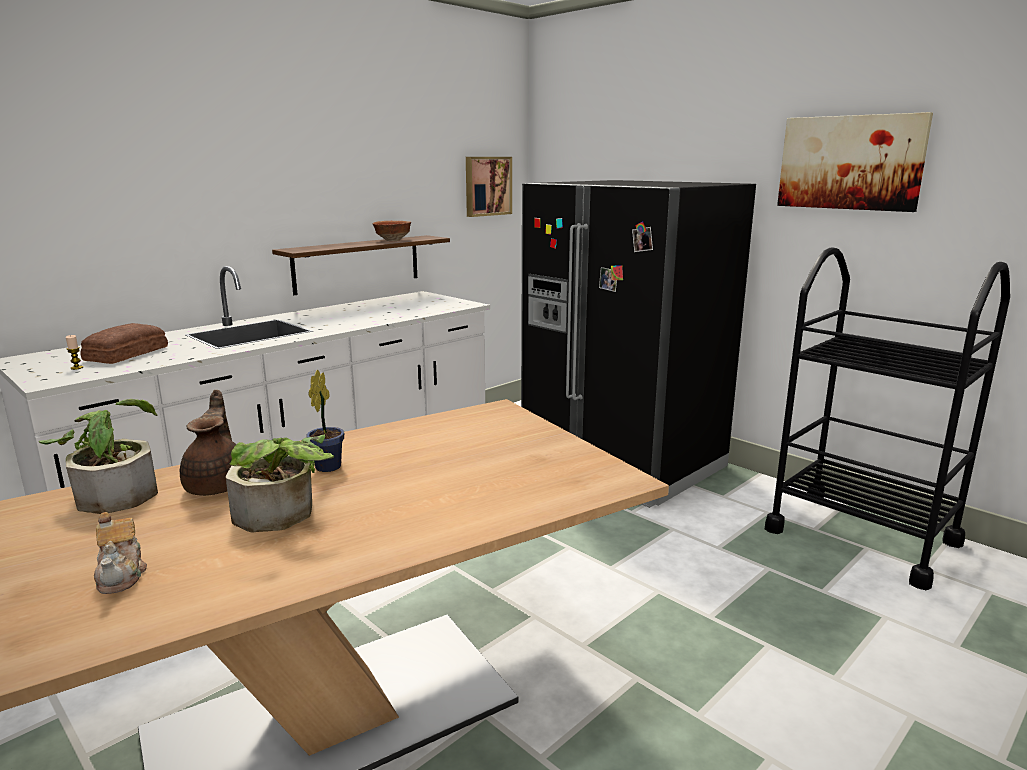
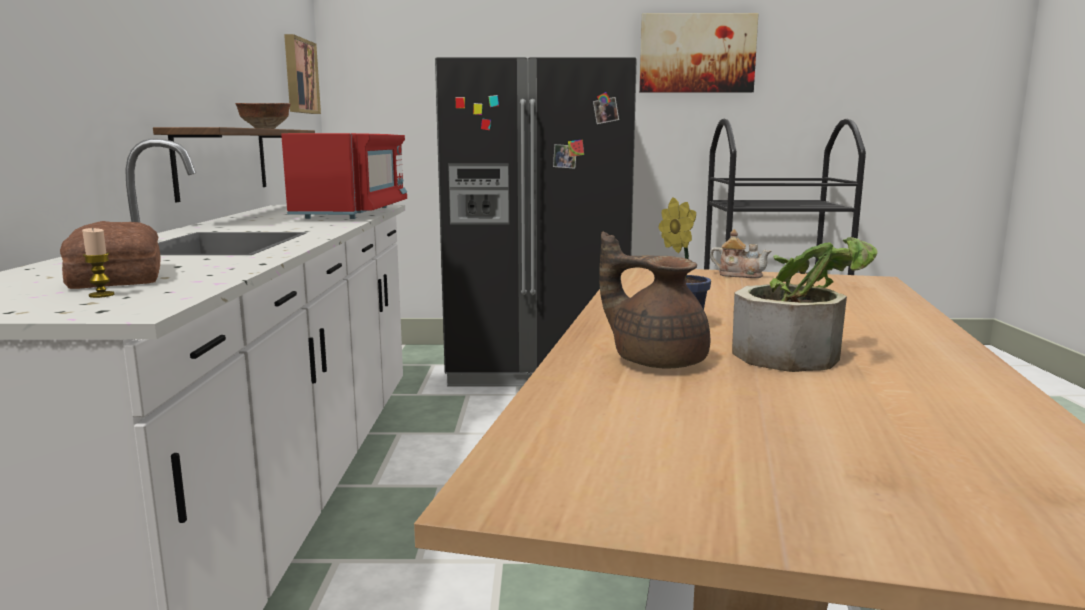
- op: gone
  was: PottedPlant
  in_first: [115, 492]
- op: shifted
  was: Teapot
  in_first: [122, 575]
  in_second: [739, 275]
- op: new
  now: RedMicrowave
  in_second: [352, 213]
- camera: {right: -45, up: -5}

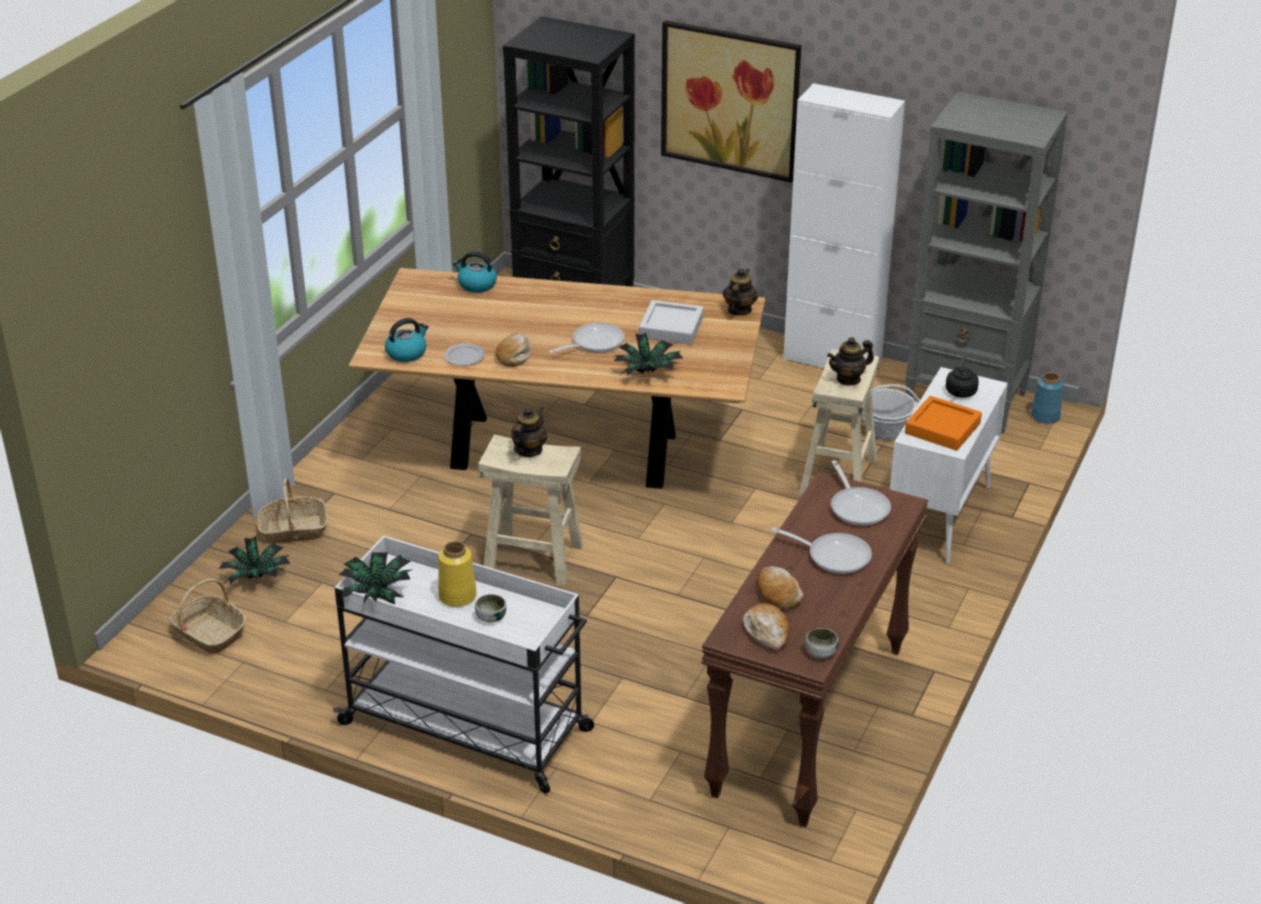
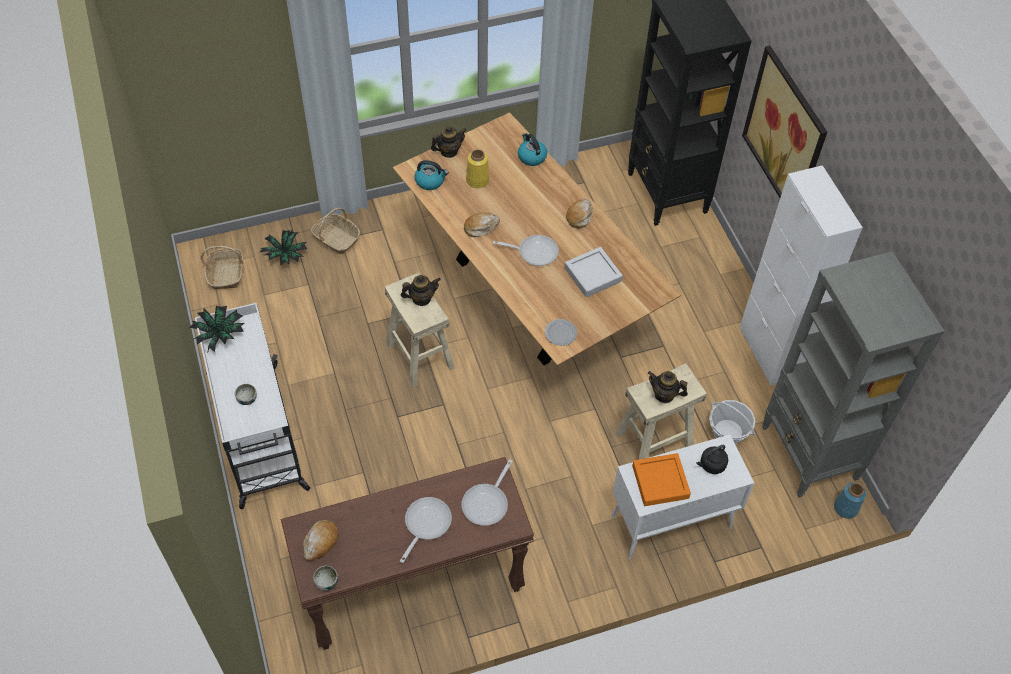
- op: shifted
  was: Teapot
  in_first: [739, 310]
  in_second: [449, 151]
- op: gone
  was: PottedPlant
  in_first: [648, 372]
- op: shifted
  was: Plate
  in_first: [465, 357]
  in_second: [561, 333]
- op: rotated
  was: FryingPan
  in_first: [833, 556]
  in_second: [425, 524]
  clockwise: -135
- op: shifted
  was: YellowVase
  in_first: [458, 596]
  in_second: [478, 180]
- op: shifted
  was: Bread
  in_first: [778, 593]
  in_second: [579, 216]
- camera: {right: 45, up: 20}

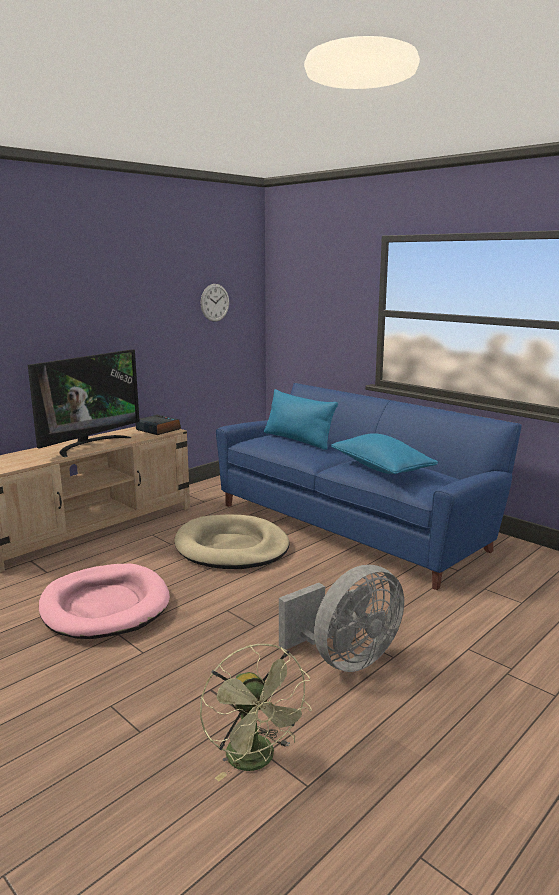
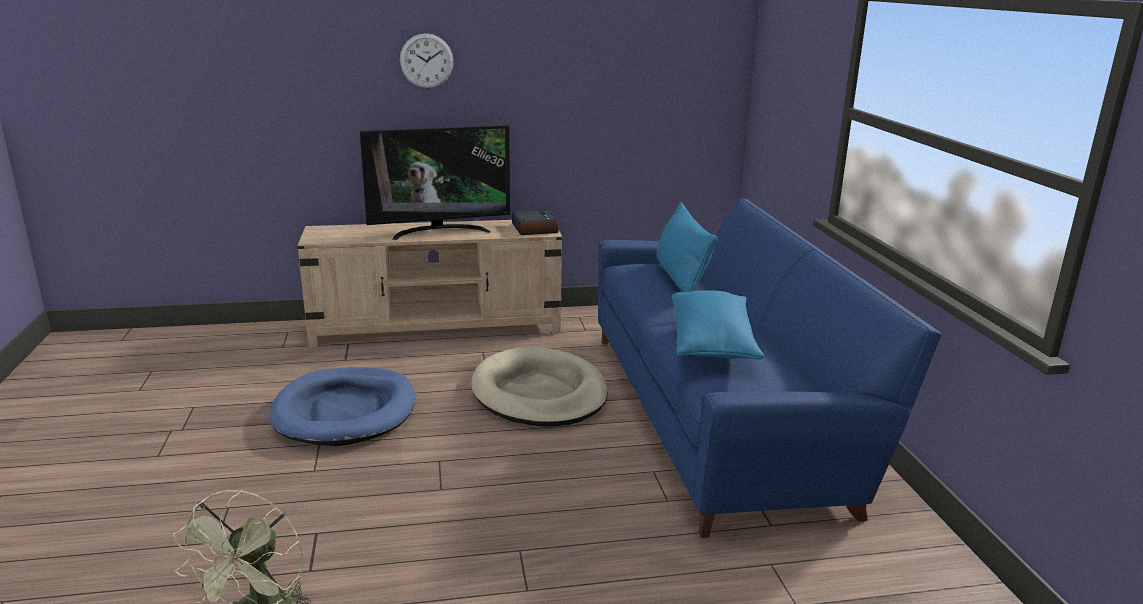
- op: shifted
  was: WallClock
  in_first: [215, 302]
  in_second: [426, 61]
- op: repainted
  was: PinkDogBed
  now: BlueDogBed
  in_first: [105, 606]
  in_second: [345, 411]
- op: gone
  was: GreyFan
  in_first: [346, 659]
- camera: {right: 35, up: 5}

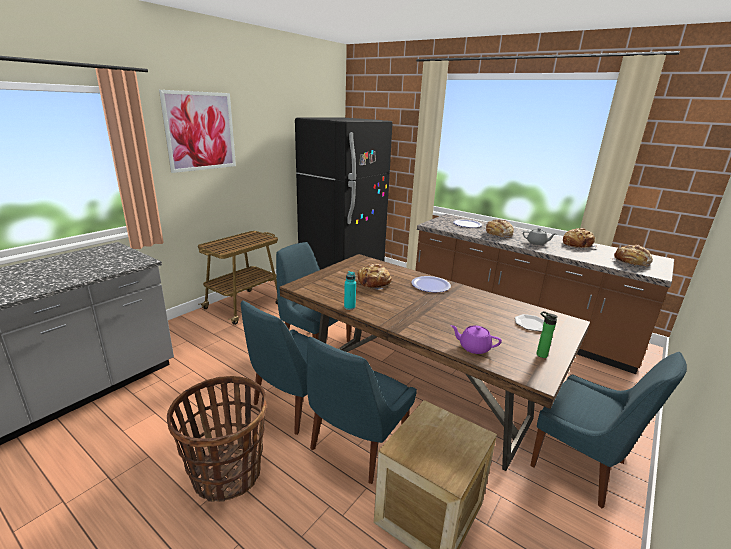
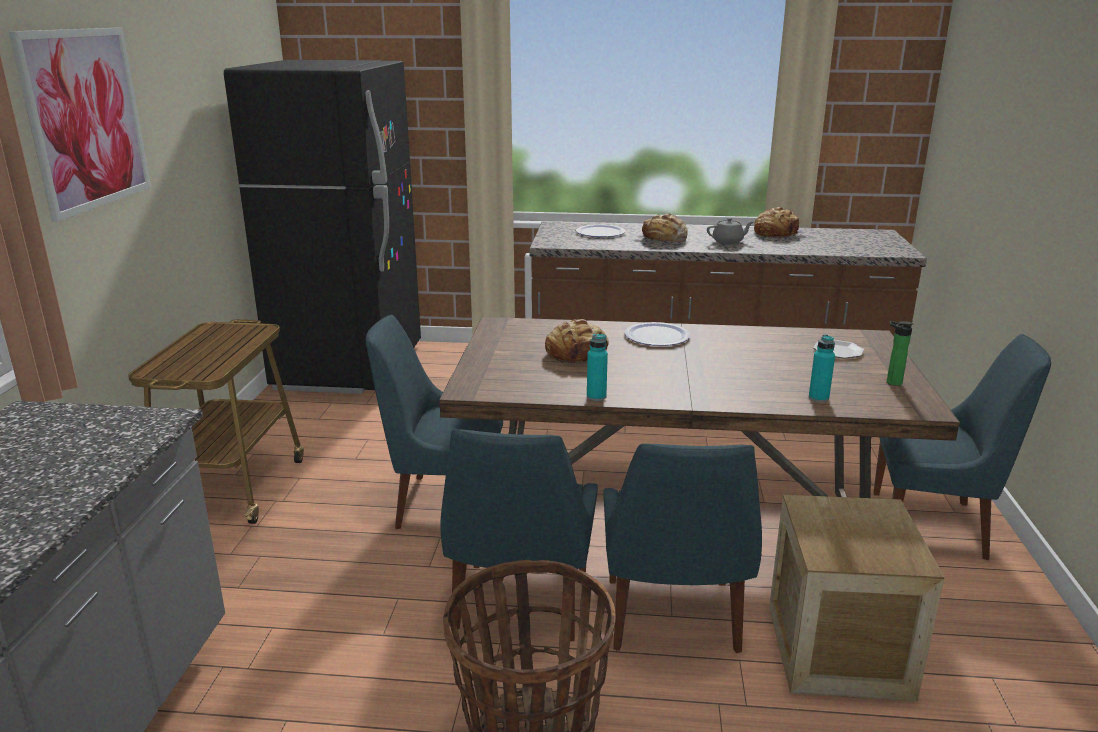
- op: gone
  was: Bread
  in_first: [631, 262]
- op: swapped
  was: PurpleTeapot
  now: TurquoiseBottle
  in_first: [473, 347]
  in_second: [818, 398]
- camera: {right: -30, up: 0}

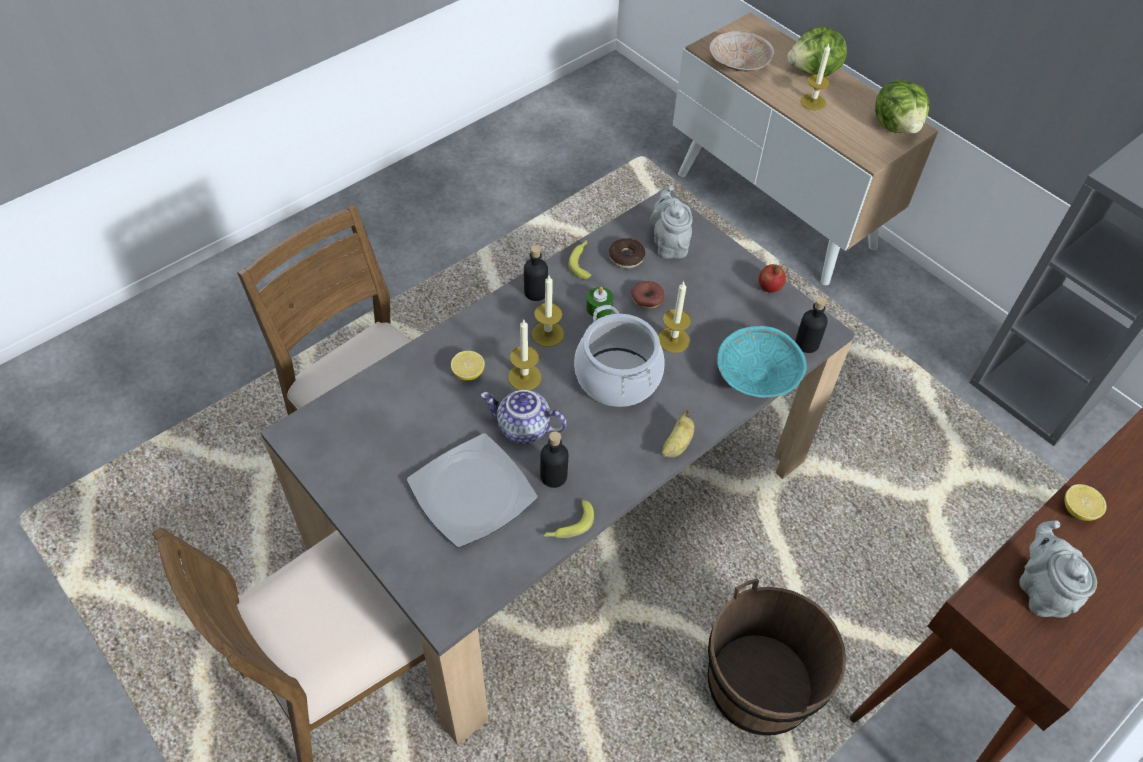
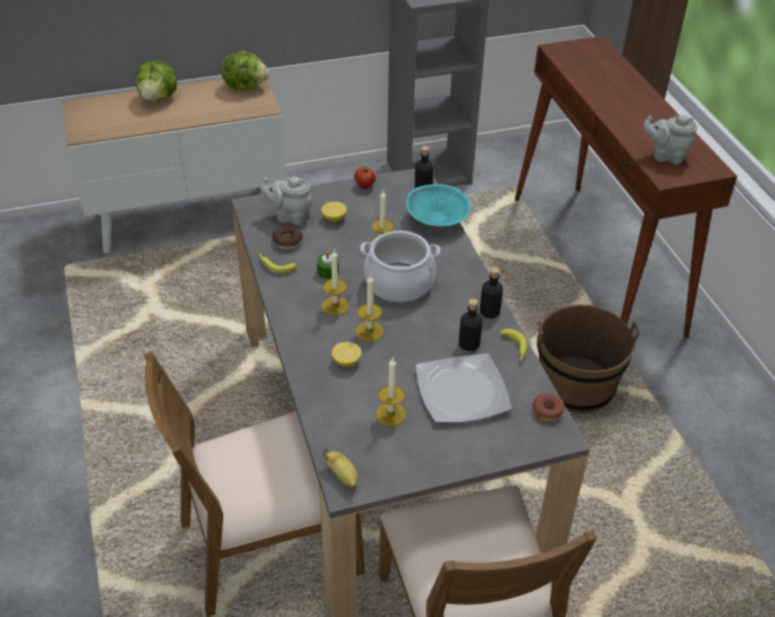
- op: gone
  was: BeigeBowl
  in_first: [738, 65]
- op: shifted
  was: Candle
  in_first: [813, 102]
  in_second: [391, 414]
- op: shifted
  was: BlackBottle
  in_first: [535, 292]
  in_second: [489, 311]
- op: shifted
  was: Donut
  in_first: [647, 298]
  in_second: [547, 411]
- op: gone
  was: Teapot
  in_first: [522, 429]
- op: shifted
  was: Banana
  in_first: [677, 445]
  in_second: [343, 476]
- op: shifted
  was: Lemon
  in_first: [1078, 510]
  in_second: [334, 218]
- camera: {right: -65, up: -10}

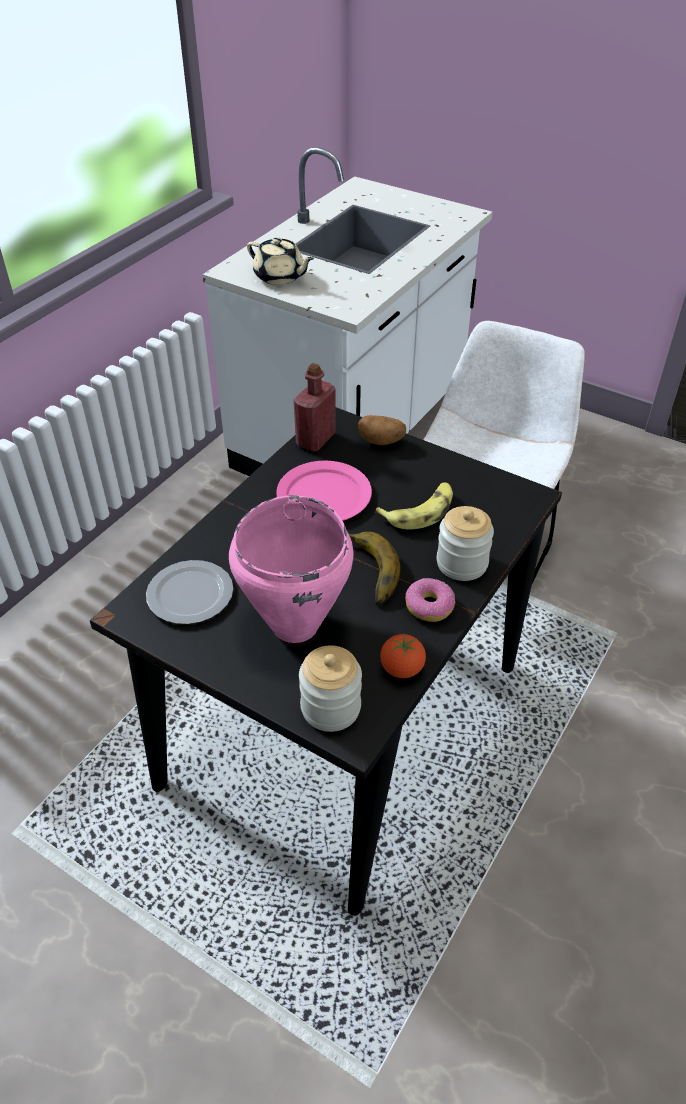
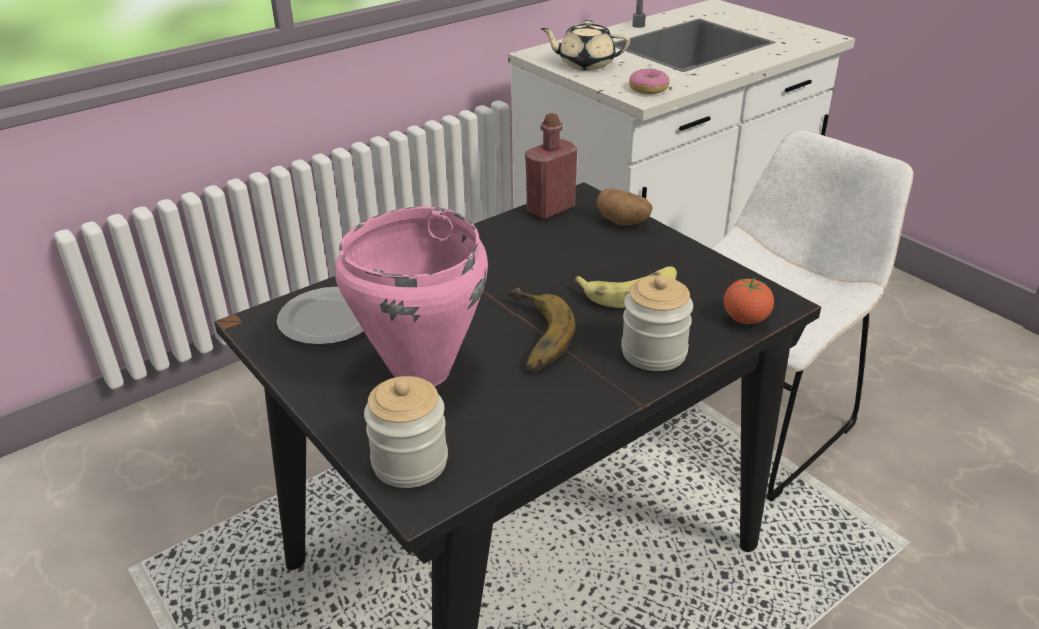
- op: rotated
  was: BeigeTeapot
  in_first: [280, 277]
  in_second: [585, 64]
  clockwise: 135
- op: gone
  was: PinkPlate
  in_first: [323, 495]
- op: shifted
  was: Donut
  in_first: [429, 606]
  in_second: [648, 89]
- op: shifted
  was: Tomato
  in_first: [402, 669]
  in_second: [745, 319]
- camera: {right: 20, up: -10}

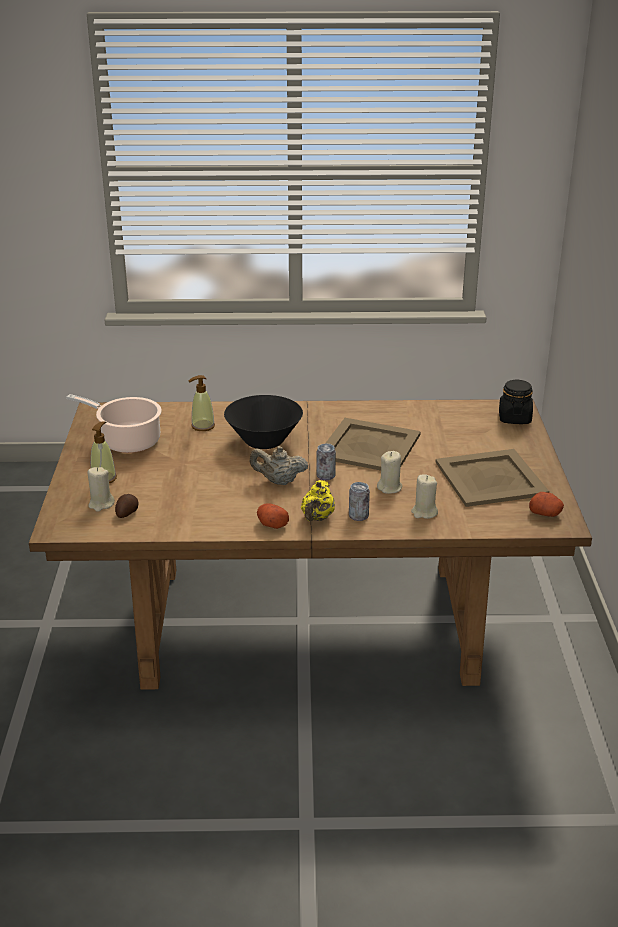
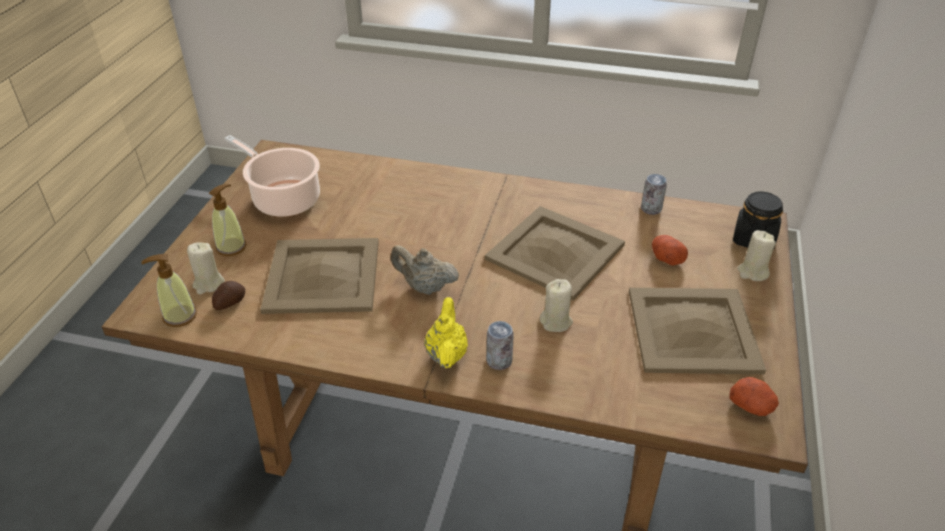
- op: shifted
  was: SoapDispenser
  in_first: [202, 426]
  in_second: [179, 316]
- op: gone
  was: BlackBowl
  in_first: [264, 441]
- op: shifted
  was: Can
  in_first: [325, 476]
  in_second: [651, 209]
- op: shifted
  was: BeigeCandle
  in_first: [424, 512]
  in_second: [752, 272]
- op: rotated
  was: YellowTeapot
  in_first: [317, 518]
  in_second: [446, 354]
  clockwise: 150
- op: shifted
  was: Potato
  in_first: [271, 524]
  in_second: [666, 258]
- op: new
  now: BeigeTray
  in_second: [324, 275]
- camera: {right: 15, up: 10}

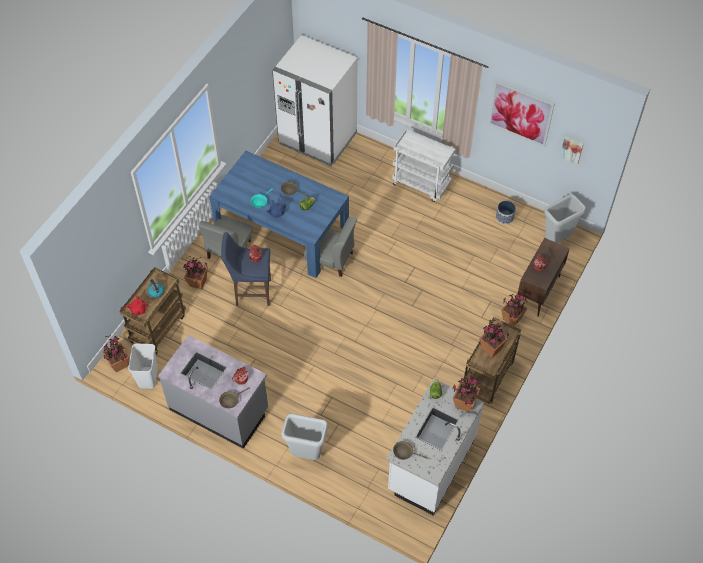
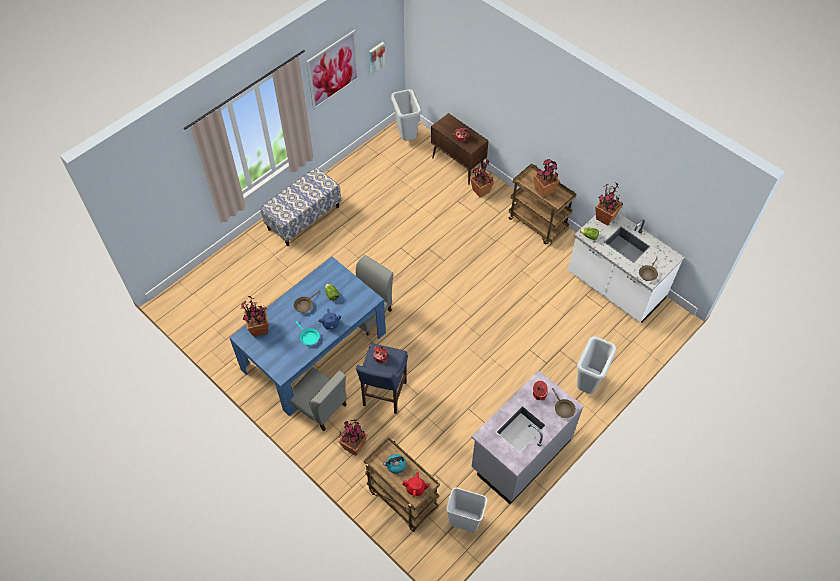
- op: gone
  was: WhiteFridge
  in_first: [317, 139]
- op: swapped
  was: WhiteCart
  now: Bench
  in_first: [422, 184]
  in_second: [303, 218]
- op: gone
  was: Planter
  in_first: [504, 217]
- op: shifted
  was: PottedPlant
  in_first: [119, 364]
  in_second: [259, 329]
- camera: {right: -75, up: 0}

